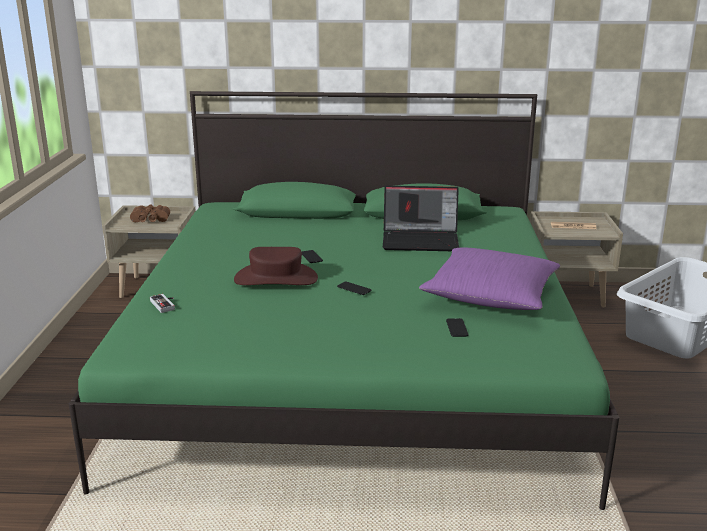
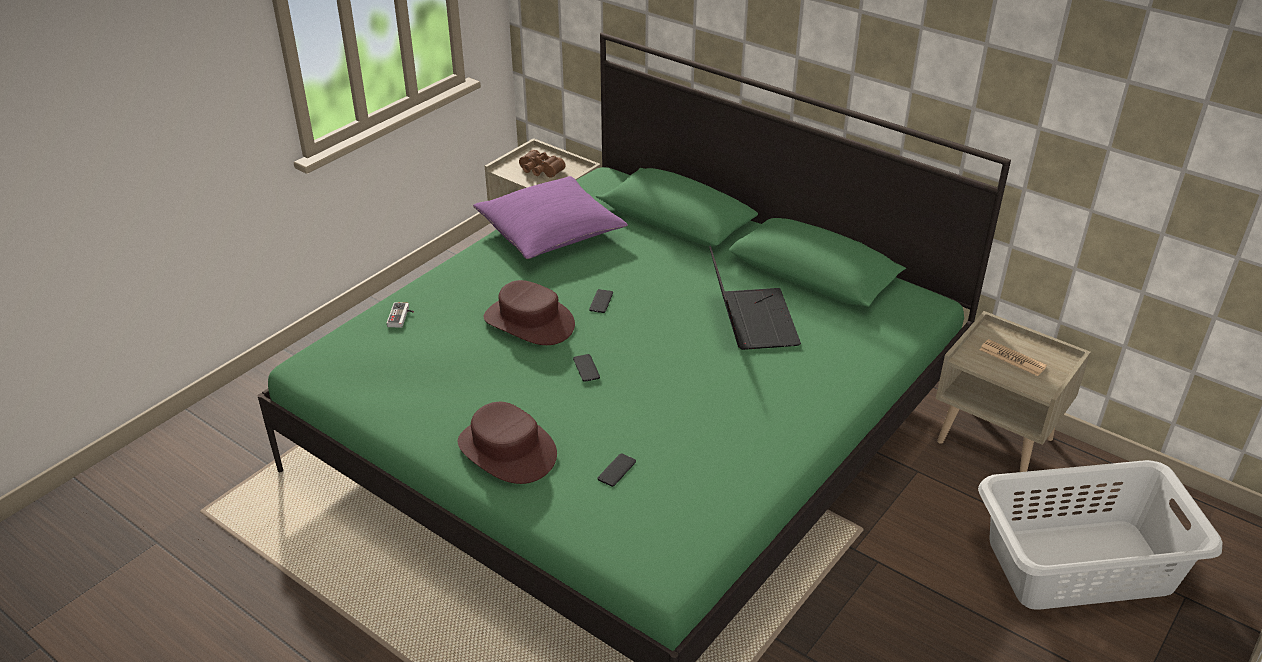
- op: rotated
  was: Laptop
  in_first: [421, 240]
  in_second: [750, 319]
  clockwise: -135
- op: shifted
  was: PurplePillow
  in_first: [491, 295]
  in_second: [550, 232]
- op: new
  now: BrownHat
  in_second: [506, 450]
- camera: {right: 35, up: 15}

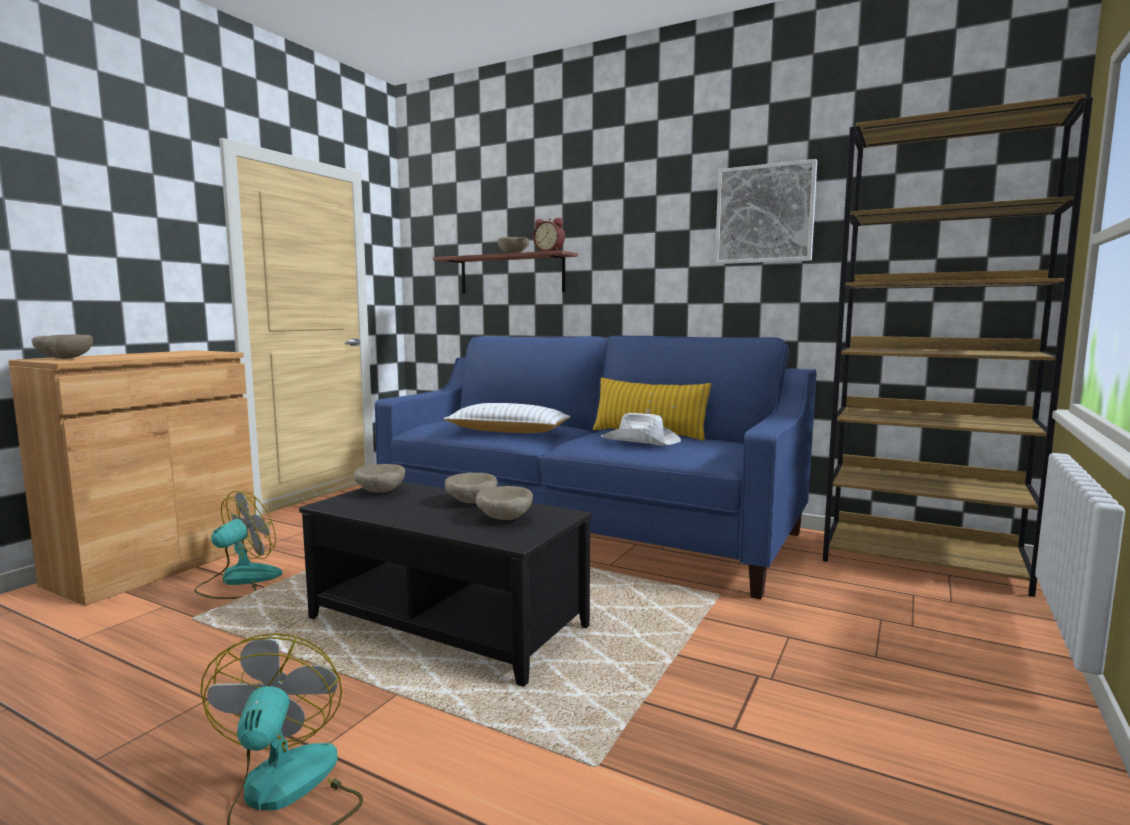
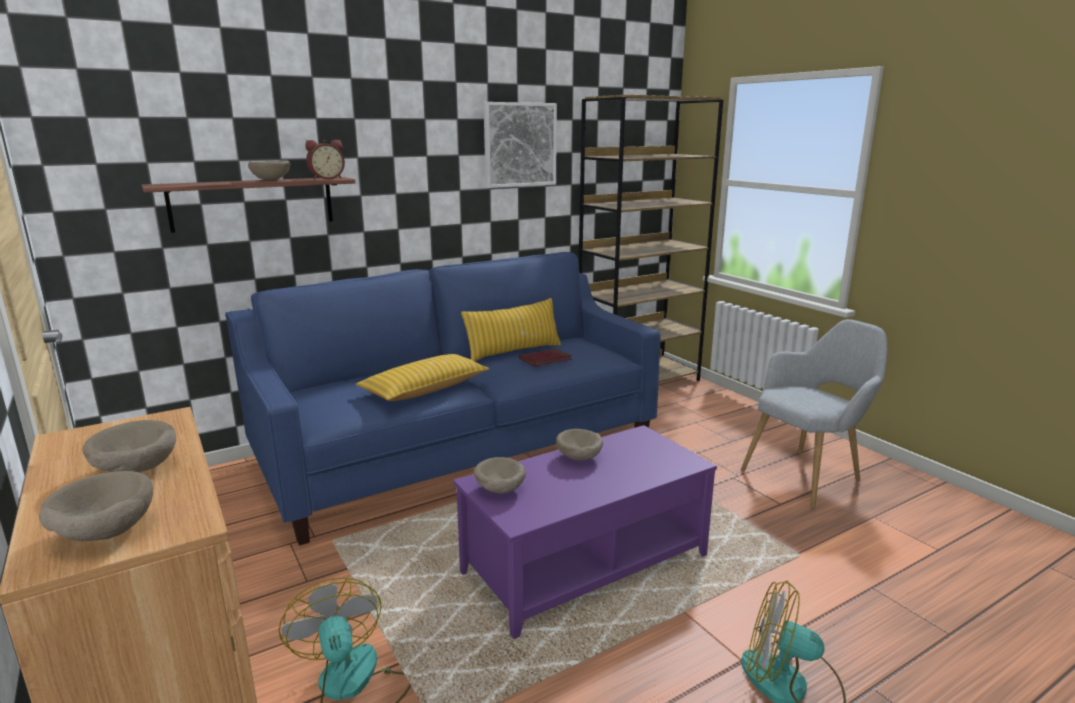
- op: repainted
  was: WhitePillow
  now: YellowPillow
  in_first: [508, 431]
  in_second: [425, 389]
- op: swapped
  was: WhiteHat
  now: RedBook
  in_first: [641, 441]
  in_second: [545, 360]
- op: repainted
  was: BlackCoffeeTable
  now: PurpleCoffeeTable
  in_first: [449, 622]
  in_second: [584, 563]
- op: shifted
  was: BeigeBowl
  in_first: [503, 519]
  in_second: [135, 470]
- op: new
  now: GreyArmchair
  in_second: [808, 476]
- camera: {right: -60, up: 10}

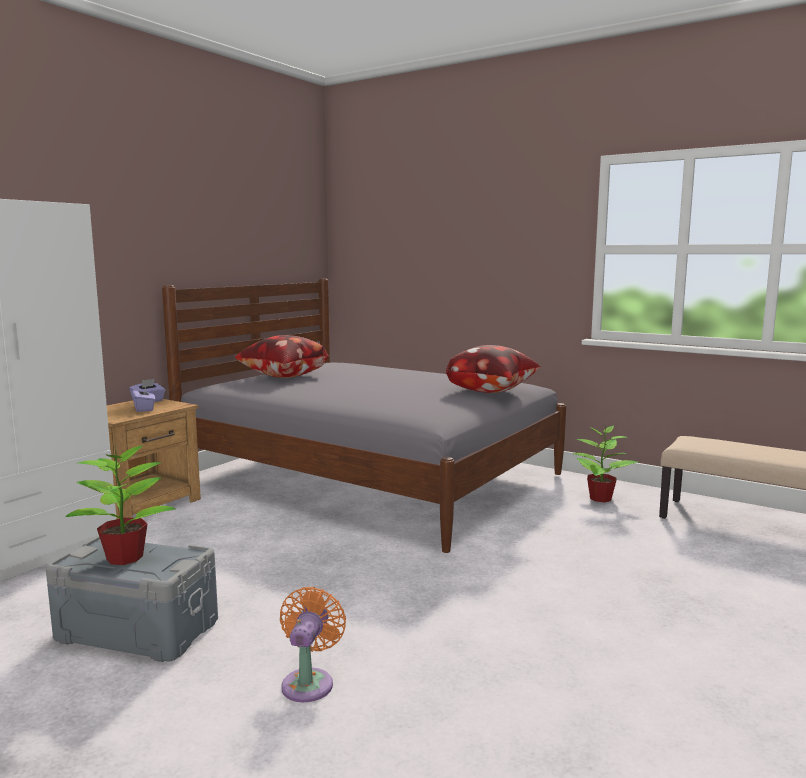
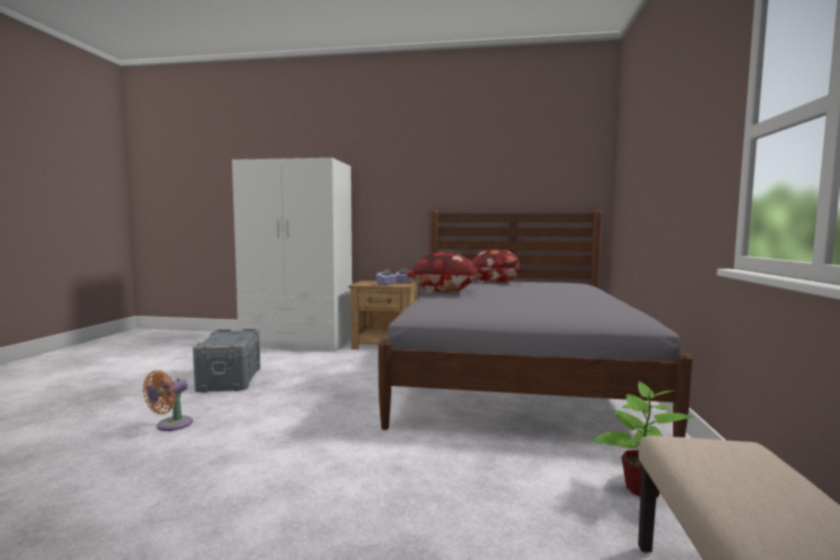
- op: shifted
  was: Pillow
  in_first: [493, 391]
  in_second: [444, 292]
- op: gone
  was: PottedPlant
  in_first: [126, 557]
- op: rotated
  was: OrangeFan
  in_first: [309, 682]
  in_second: [171, 425]
  clockwise: 135
- camera: {right: 65, up: -5}

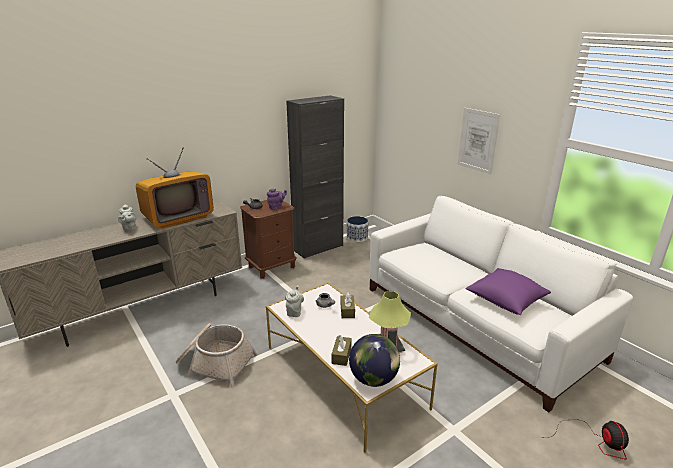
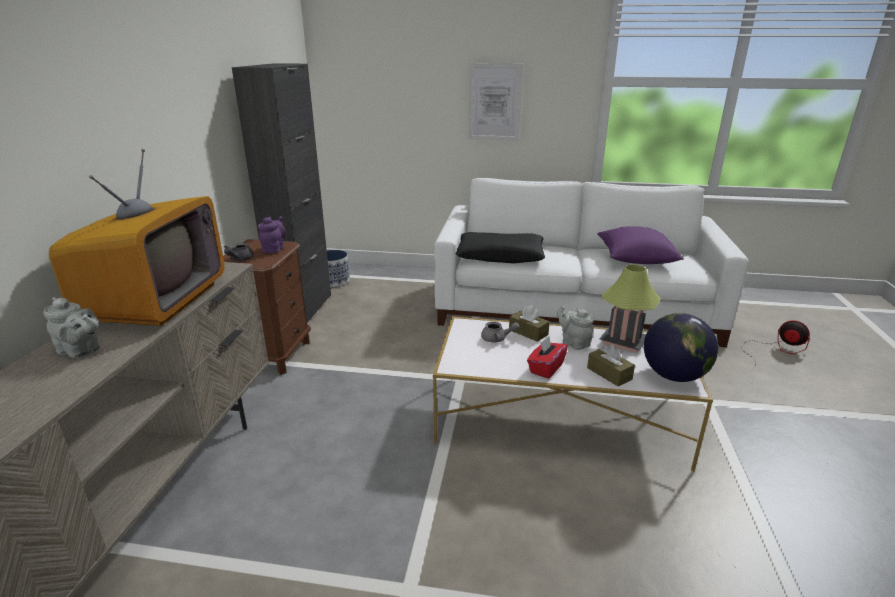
- op: shifted
  was: GreyTeapot
  in_first: [294, 311]
  in_second: [573, 343]
- op: gone
  was: Basket
  in_first: [215, 363]
- op: new
  now: BlackPillow
  in_second: [500, 256]
- op: new
  now: RedTissueBox
  in_second: [546, 368]
- camera: {right: -45, up: 0}

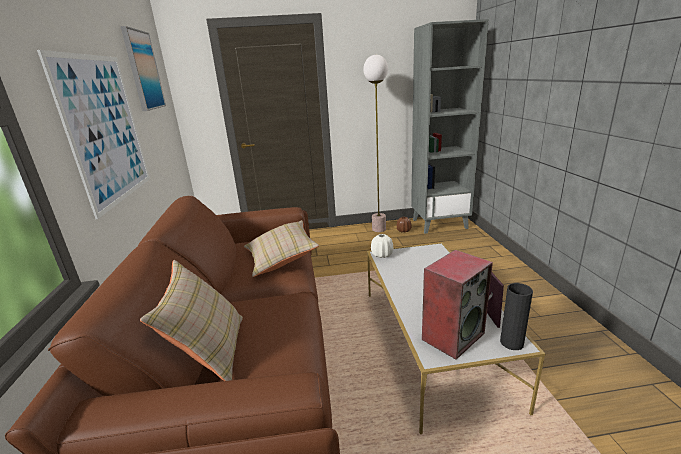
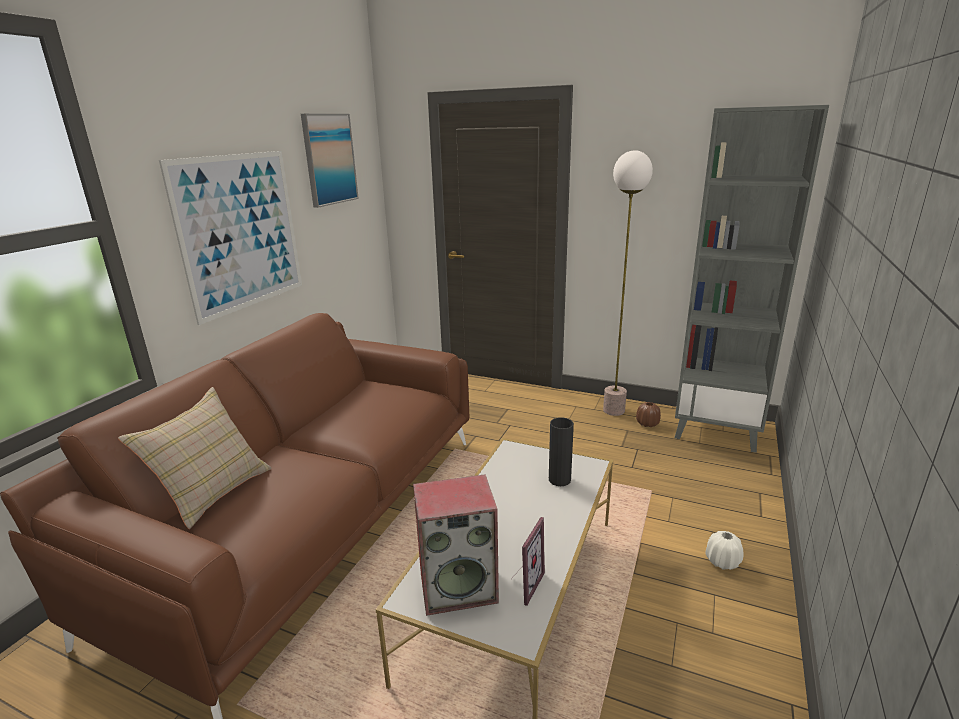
- op: gone
  was: BeigePillow
  in_first: [281, 259]
- op: shifted
  was: WhiteVase
  in_first: [382, 255]
  in_second: [722, 561]
- op: shifted
  was: BlackVase
  in_first: [511, 343]
  in_second: [559, 479]
- camera: {right: 30, up: 0}

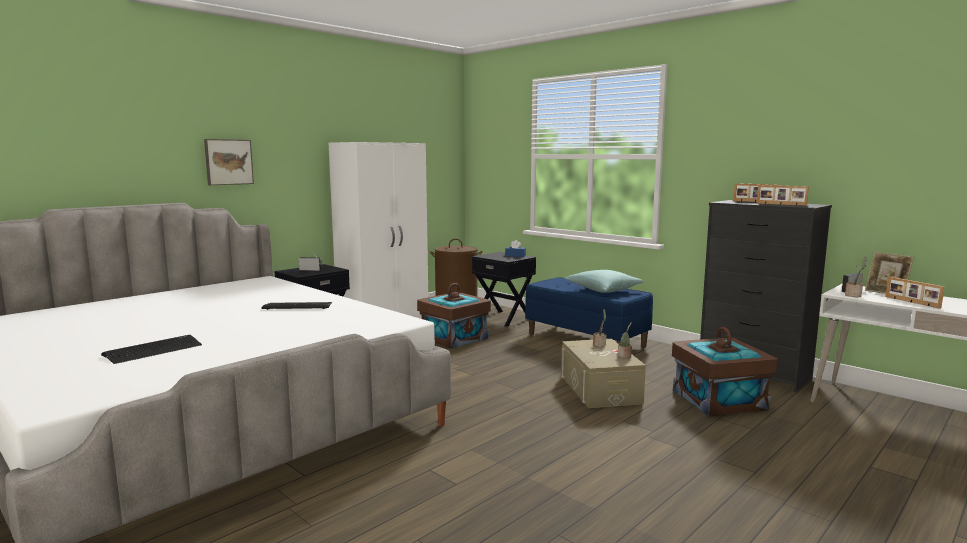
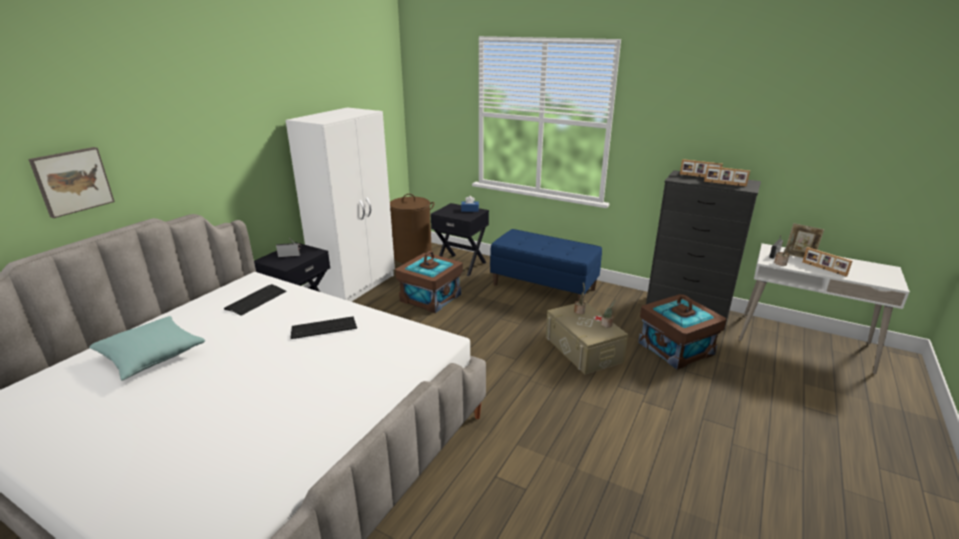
- op: shifted
  was: Picture
  in_first: [228, 162]
  in_second: [72, 181]
- op: shifted
  was: TurquoisePillow
  in_first: [603, 290]
  in_second: [151, 356]
- op: shifted
  was: Keyboard
  in_first: [153, 350]
  in_second: [256, 300]
- camera: {right: -15, up: 15}

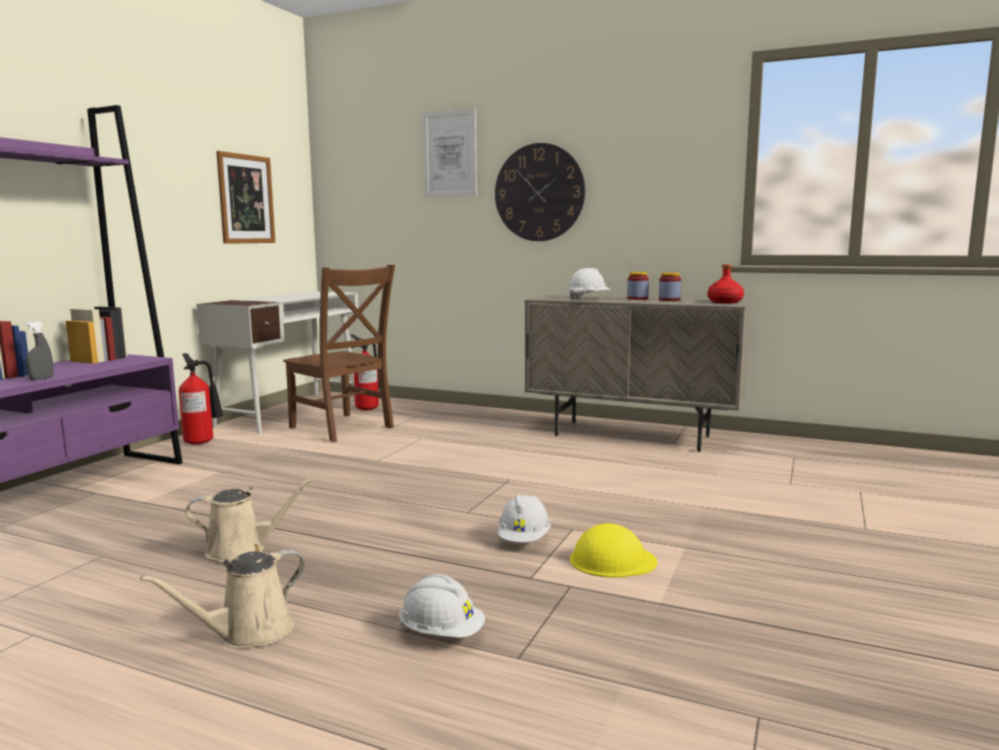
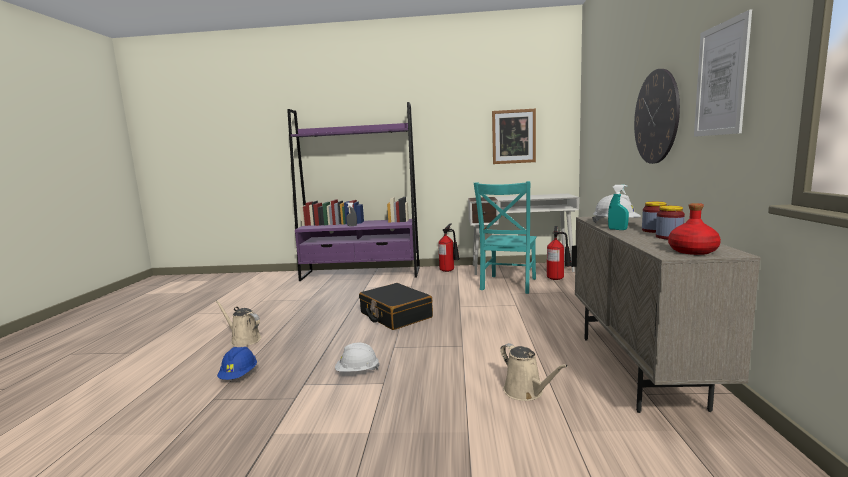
- op: shifted
  was: Picture
  in_first: [449, 154]
  in_second: [721, 79]
- op: repainted
  was: BrownChair
  now: TurquoiseChair
  in_first: [343, 428]
  in_second: [508, 285]
- op: shifted
  was: BeigeWateringCan
  in_first: [242, 550]
  in_second: [526, 392]
- op: gone
  was: YellowHardHat
  in_first: [612, 560]
- op: repainted
  was: WhiteHardHat
  now: BlueHardHat
  in_first: [441, 633]
  in_second: [239, 376]
- op: new
  now: TurquoiseSprayBottle
  in_second: [617, 229]
- op: new
  now: BlackSuitcase
  in_second: [395, 315]
- camera: {right: 70, up: 0}

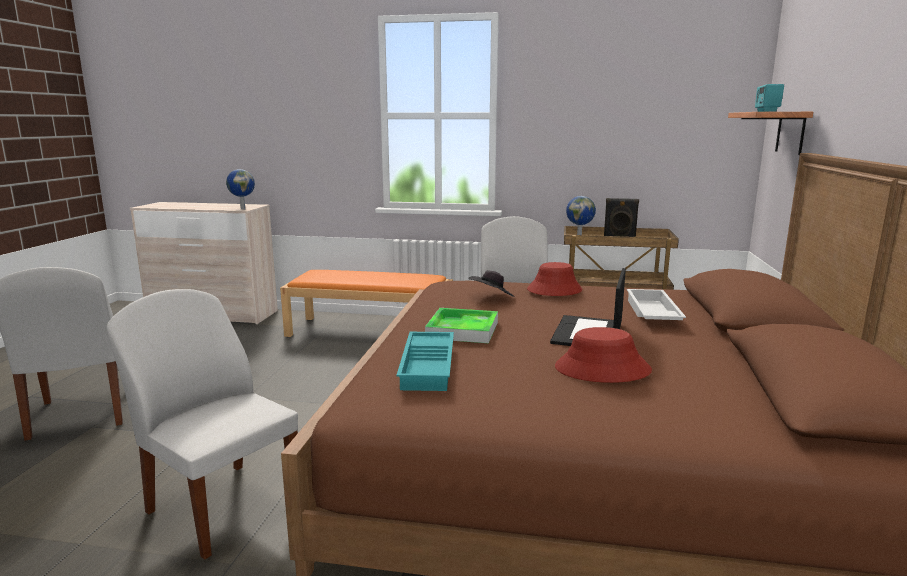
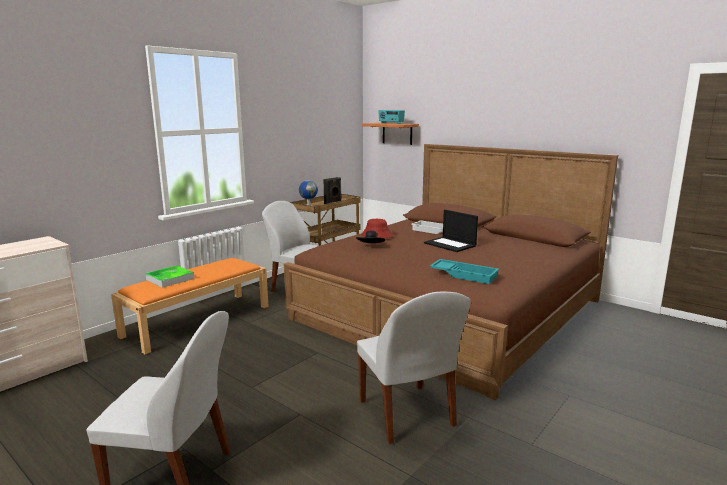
- op: gone
  was: Globe
  in_first: [243, 209]
- op: rotated
  was: WhiteChair
  in_first: [221, 506]
  in_second: [407, 415]
  clockwise: -90
- op: shifted
  was: Tray
  in_first: [462, 330]
  in_second: [170, 279]
- op: gone
  was: RedHat
  in_first: [602, 369]
- camera: {right: -60, up: 0}

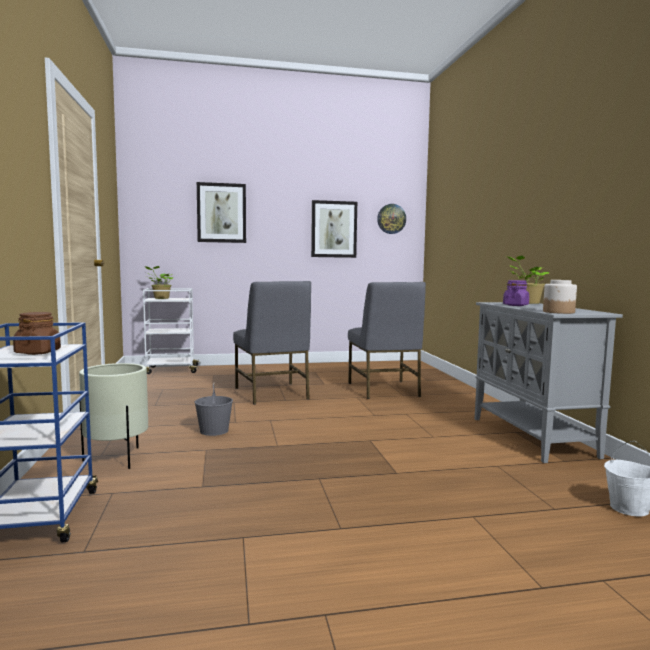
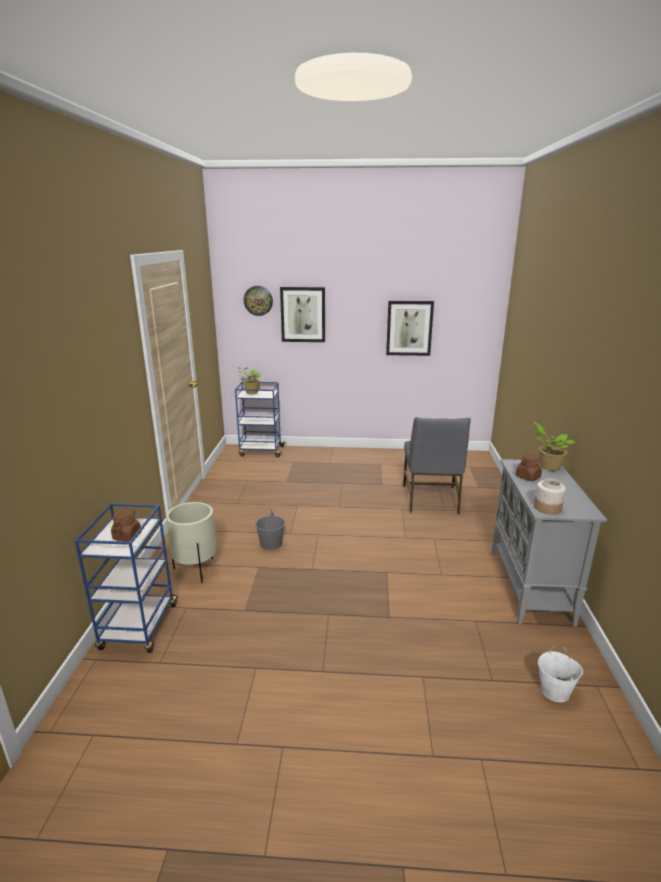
- op: shifted
  was: WallClock
  in_first: [391, 219]
  in_second: [258, 300]
- op: repainted
  was: PurpleJar
  now: BrownJar
  in_first: [515, 305]
  in_second: [528, 477]
- op: gone
  was: GreyChair
  in_first: [272, 393]
- op: repainted
  was: WhiteCart
  now: BlueCart
  in_first: [171, 370]
  in_second: [261, 451]
- camera: {right: 15, up: 15}

